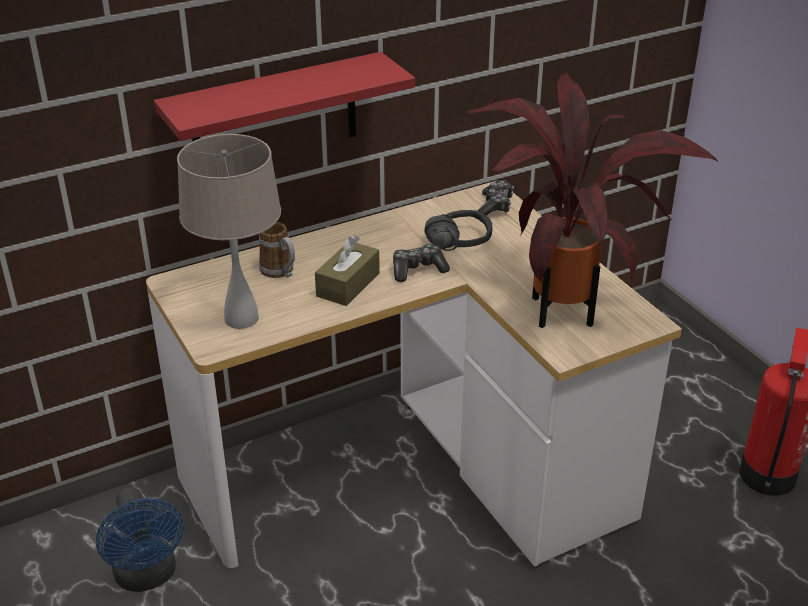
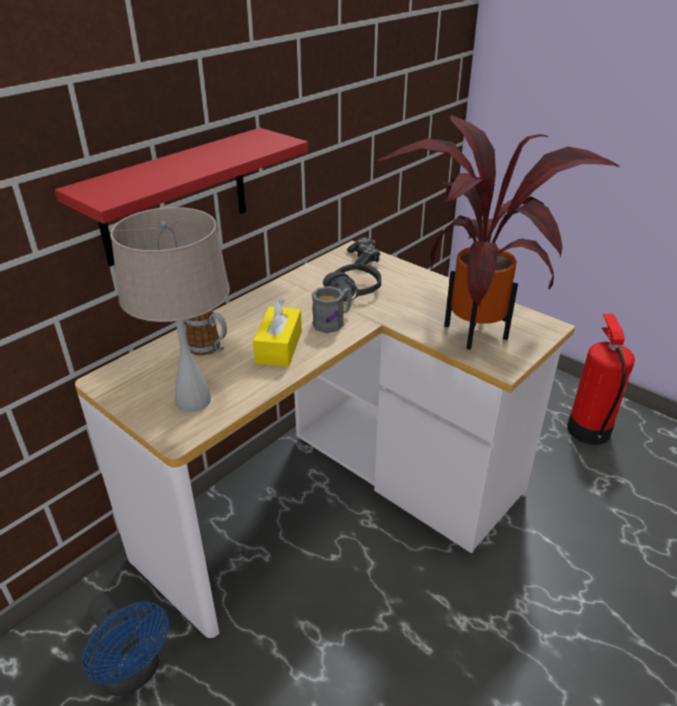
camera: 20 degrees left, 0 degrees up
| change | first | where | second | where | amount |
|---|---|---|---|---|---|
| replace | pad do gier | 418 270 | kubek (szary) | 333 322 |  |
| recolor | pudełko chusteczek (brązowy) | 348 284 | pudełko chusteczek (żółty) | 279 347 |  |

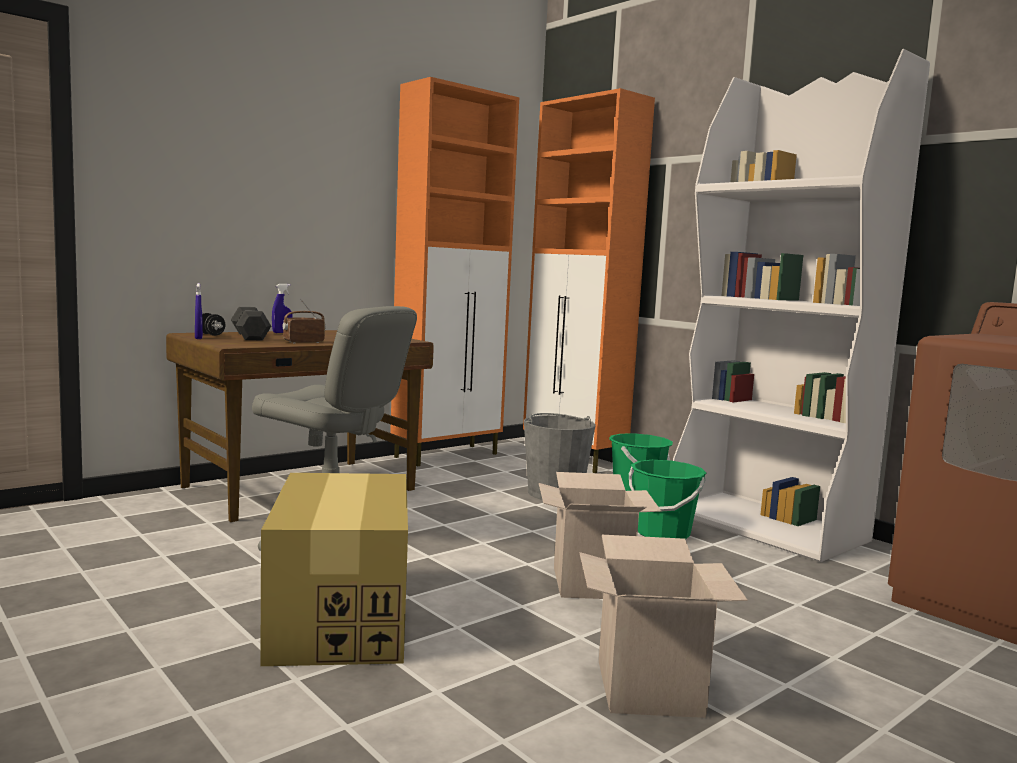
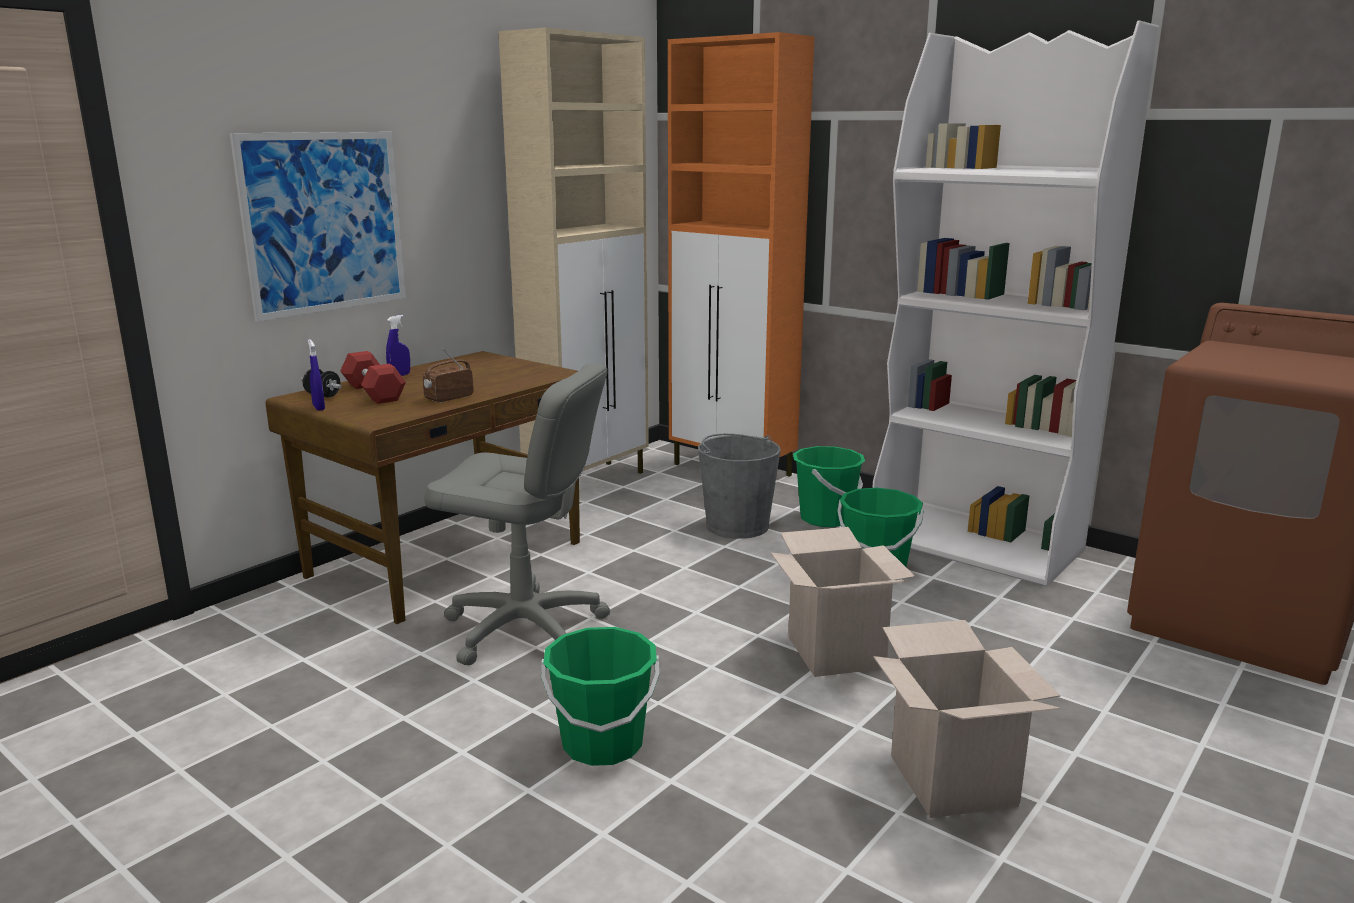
camera: 10 degrees left, 10 degrees up
| change | first | where | second | where | amount |
|---|---|---|---|---|---|
| insert |  |  | obraz | 324 223 |  |
| replace | karton | 340 618 | wiadro (zielony) | 602 744 |  |
| recolor | hantel (szary) | 250 336 | hantel (czerwony) | 374 393 |  |
| recolor | szafka (pomarańczowy) | 448 455 | szafka (beżowy) | 588 482 |  |

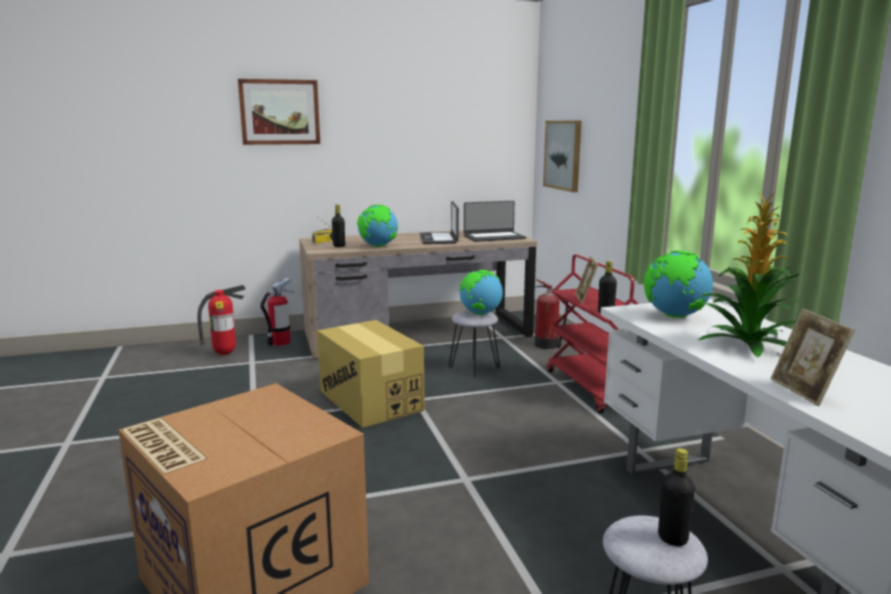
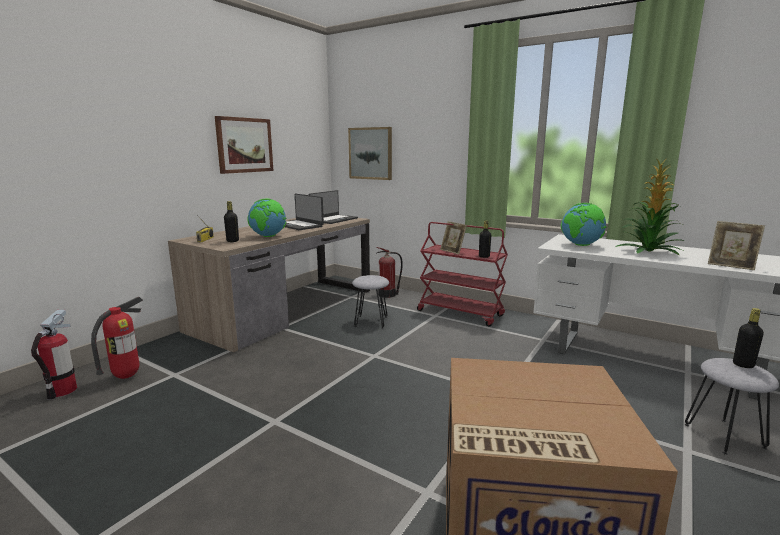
camera: 40 degrees left, 0 degrees up
| change | first | where | second | where | amount |
|---|---|---|---|---|---|
| delete | karton | 370 400 |  |  |  |
| delete | globus | 480 314 |  |  |  |
| move | obraz | 280 112 |  | 244 145 |  |
| move | gaśnica | 280 342 |  | 62 391 |  |

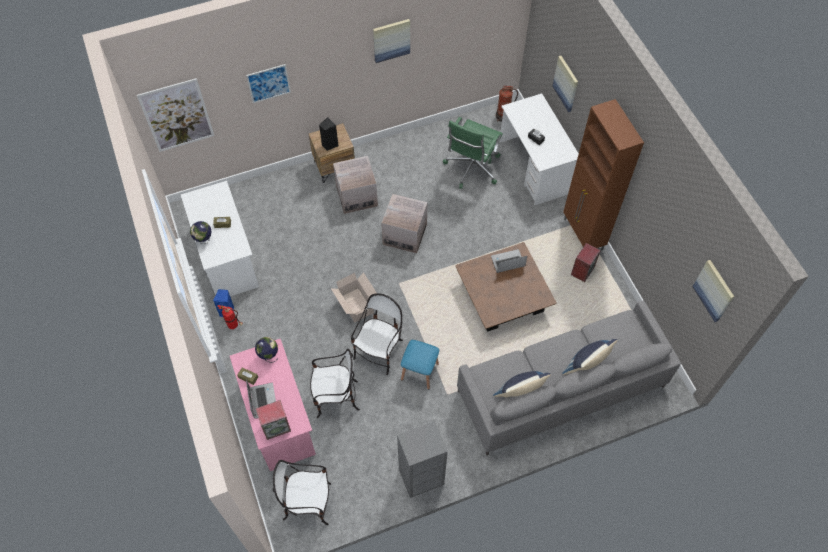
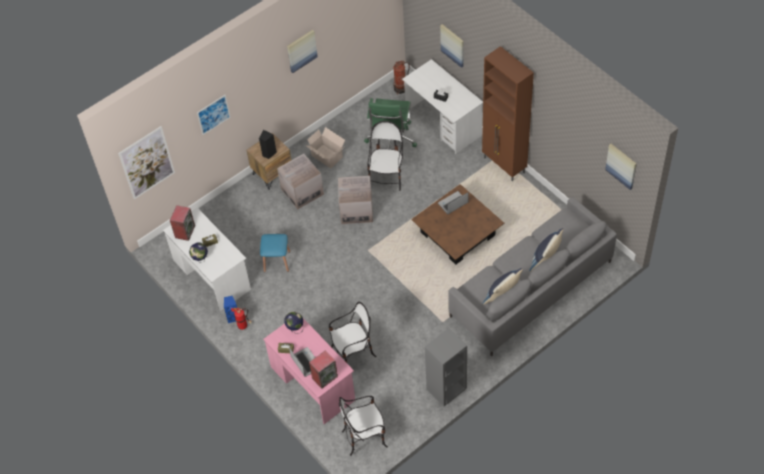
camera: 15 degrees left, 5 degrees down
| change | first | where | second | where | amount |
|---|---|---|---|---|---|
| move | karton | 356 306 |  | 327 157 |  |
| move | krzesło | 379 351 |  | 387 177 |  |
| move | stołek (niebieski) | 419 371 |  | 277 261 |  |
| move | głośnik | 582 270 |  | 185 231 |  |

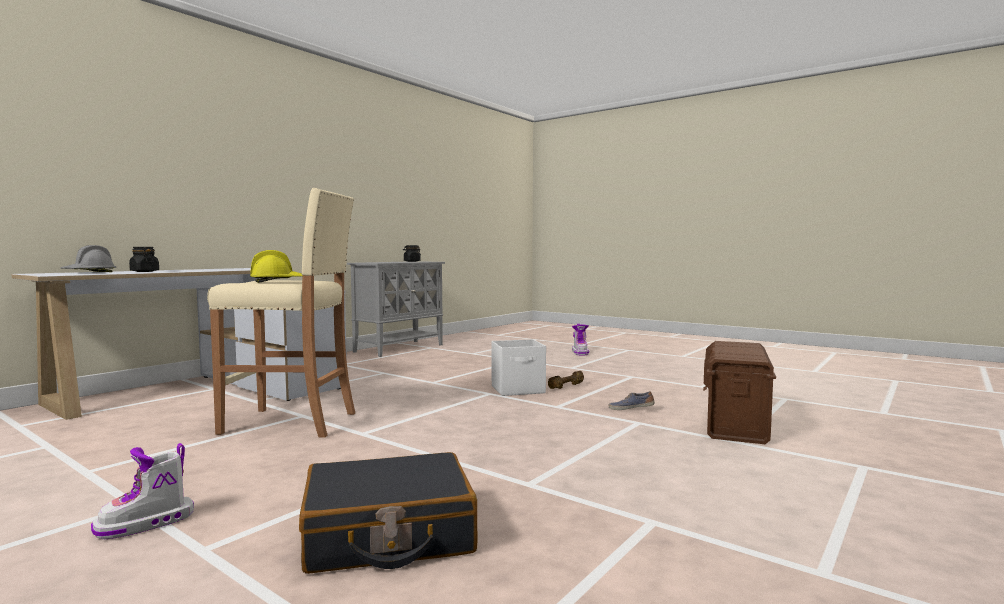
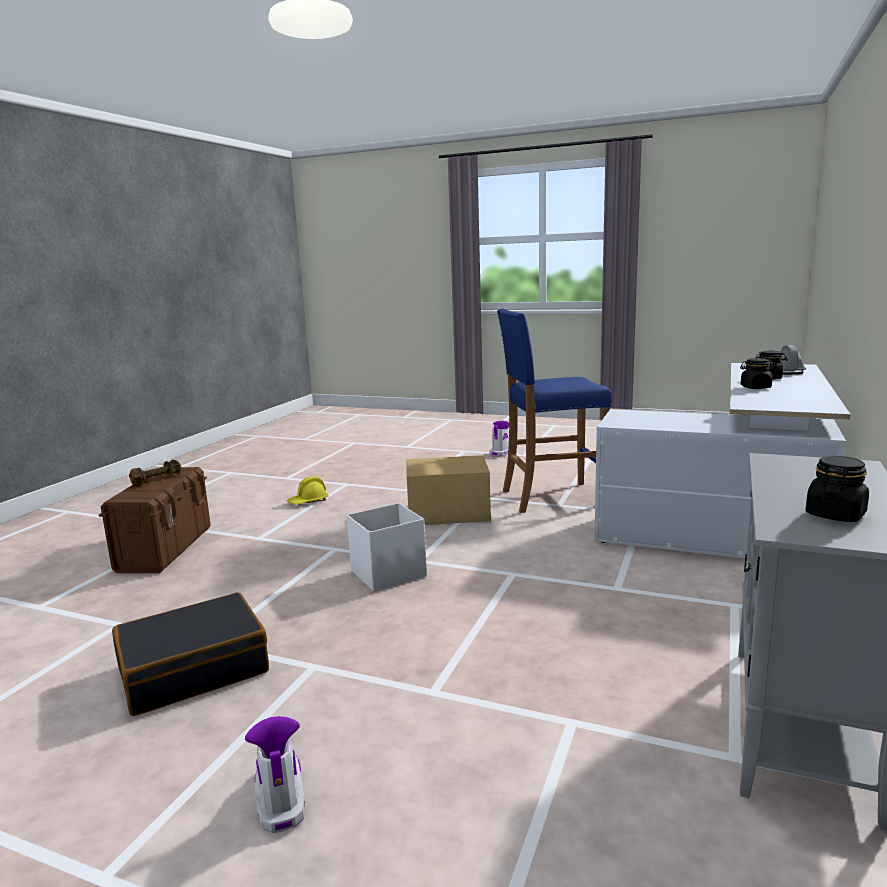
camera: 165 degrees right, 10 degrees up
| change | first | where | second | where | amount |
|---|---|---|---|---|---|
| delete | but | 631 409 |  |  |  |
| insert |  |  | karton | 447 513 |  |
| insert |  |  | słoik (czarny) | 755 387 |  |
| move | kask (żółty) | 278 281 |  | 308 502 |  |
| move | walizka (czarny) | 388 534 |  | 193 669 |  |
| move | hantel (brązowy) | 566 387 |  | 156 480 |  |
| recolor | stołek (beżowy) | 291 423 | stołek (niebieski) | 551 497 |  |

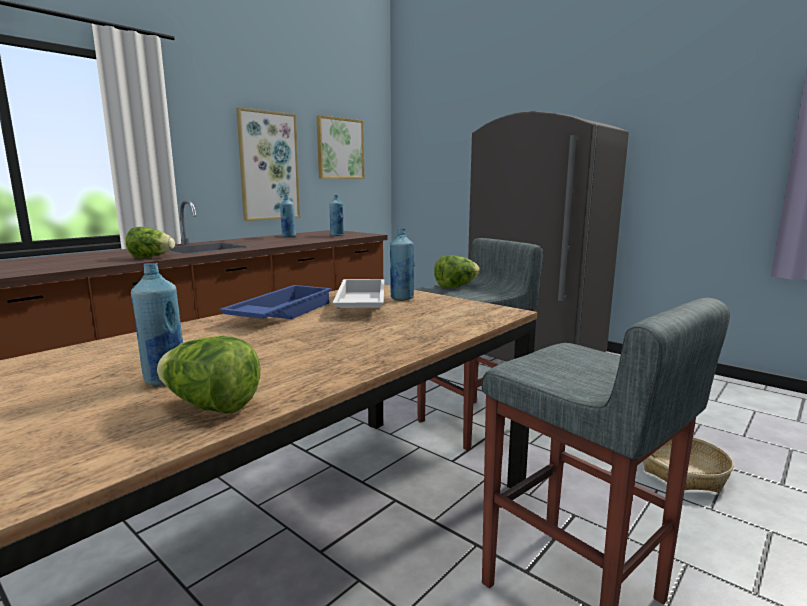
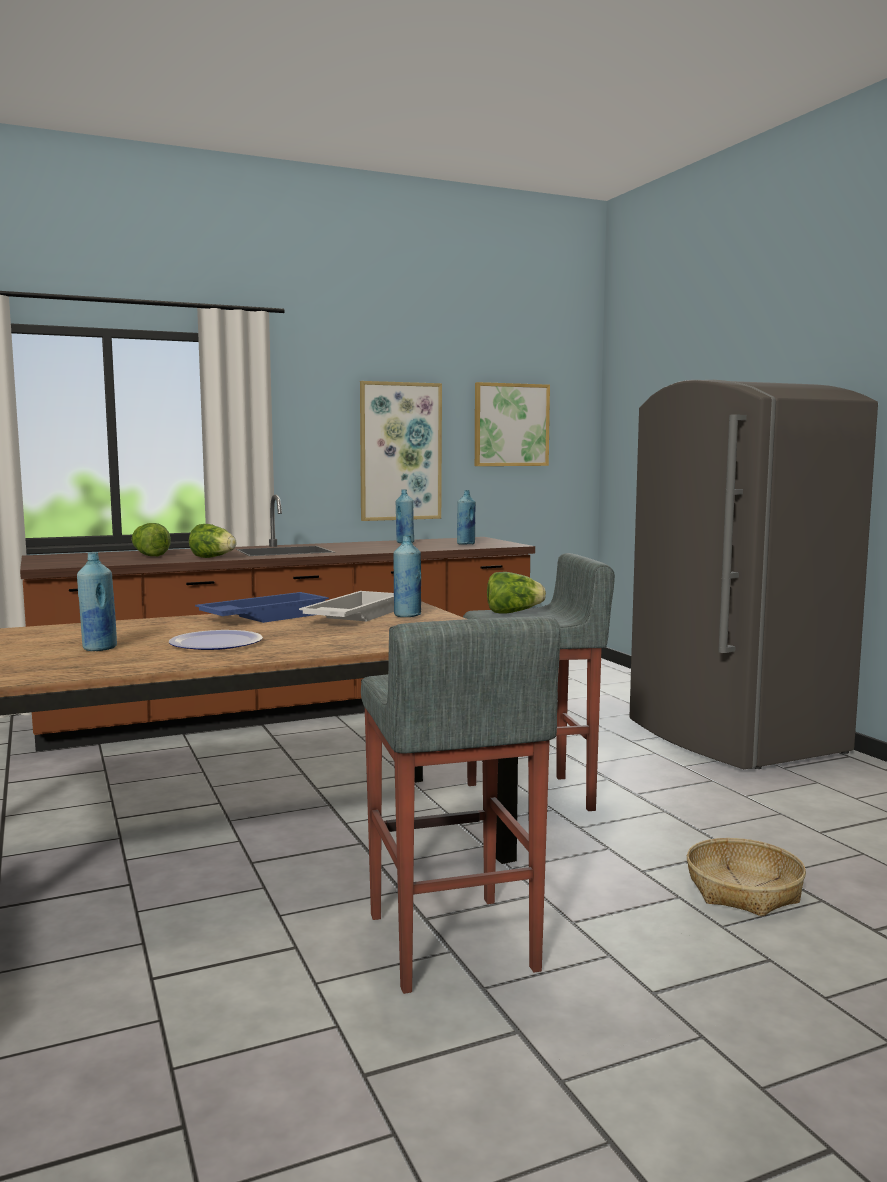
camera: 25 degrees right, 5 degrees down
| change | first | where | second | where | amount |
|---|---|---|---|---|---|
| insert |  |  | talerz | 216 643 |  |
| move | sałata | 211 406 |  | 149 555 |  |

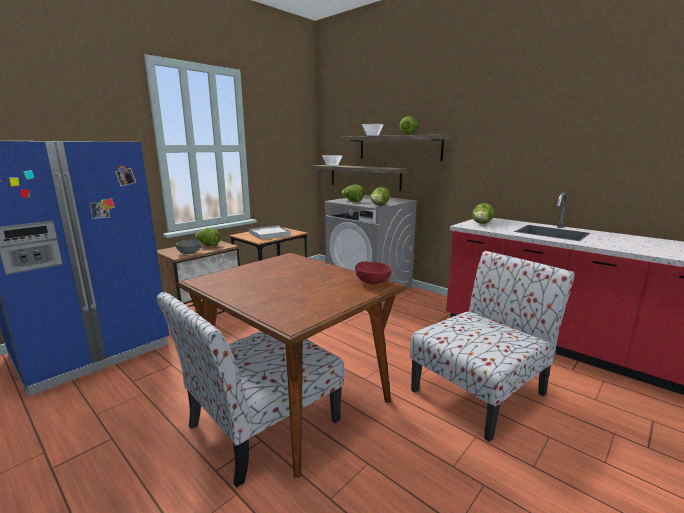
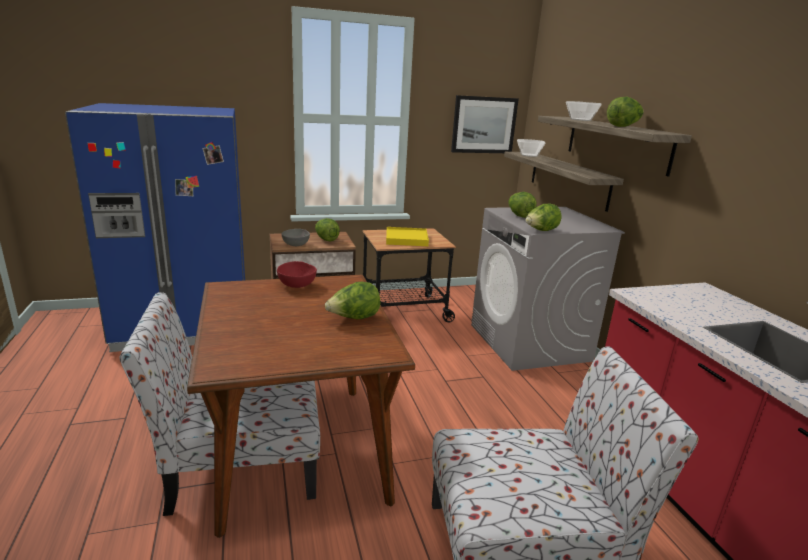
camera: 30 degrees right, 5 degrees up
| change | first | where | second | where | amount |
|---|---|---|---|---|---|
| insert |  |  | obraz | 484 125 |  |
| move | miska (czerwony) | 372 282 |  | 297 285 |  |
| move | sałata | 481 224 |  | 354 318 |  |
| recolor | taca (biały) | 270 234 | taca (żółty) | 406 239 |  |

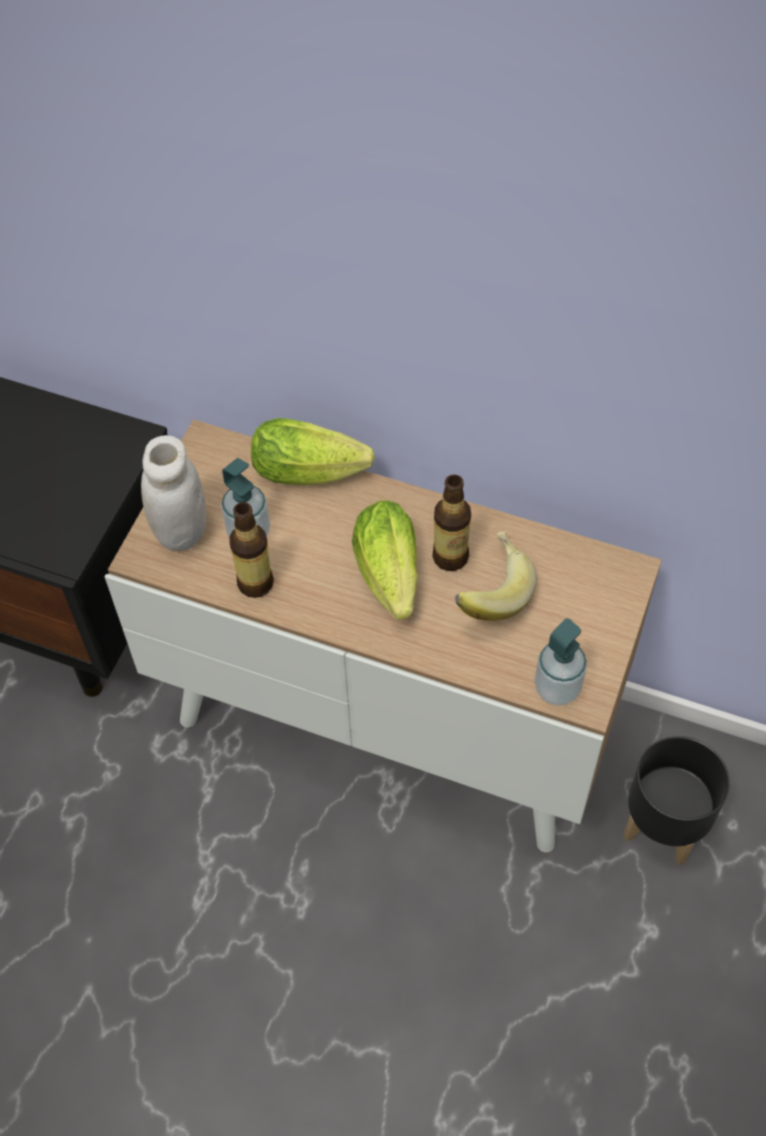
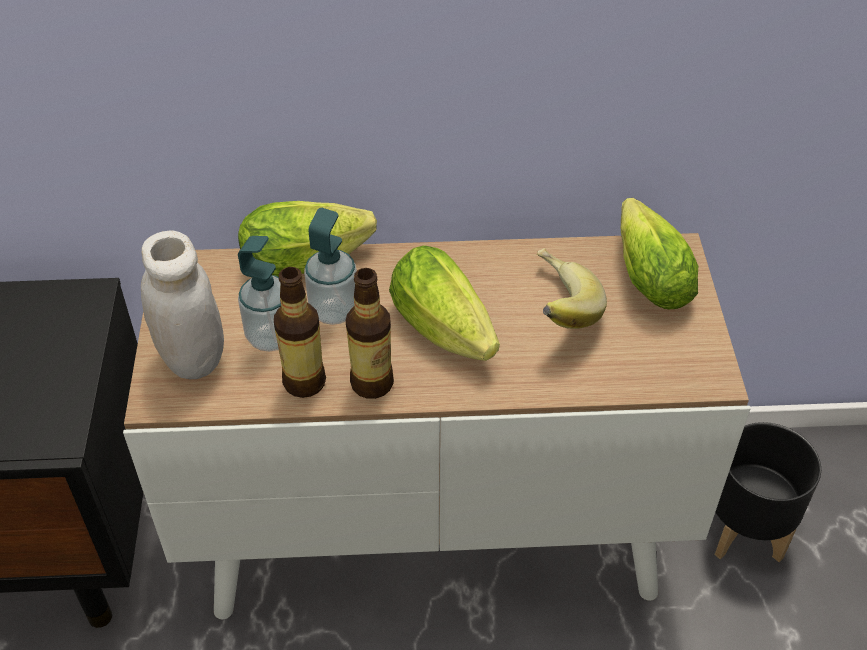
camera: 25 degrees left, 10 degrees down
| change | first | where | second | where | amount |
|---|---|---|---|---|---|
| insert |  |  | sałata | 647 272 |  |
| move | butelka | 450 557 |  | 372 383 |  |
| move | dozownik mydła | 557 688 |  | 334 310 |  |

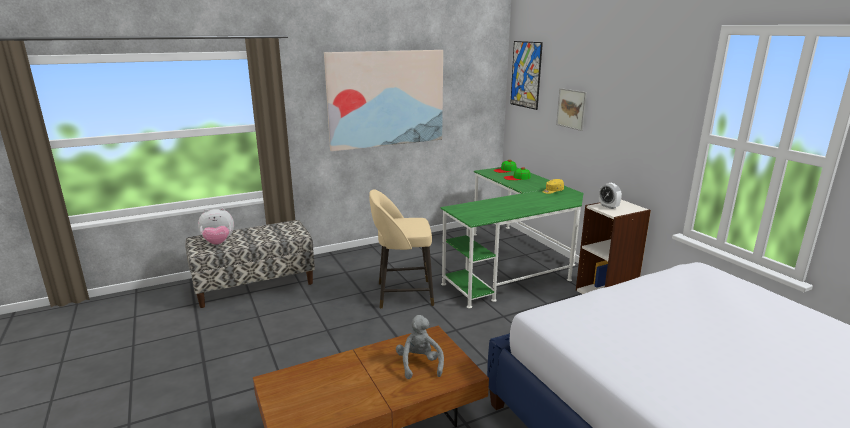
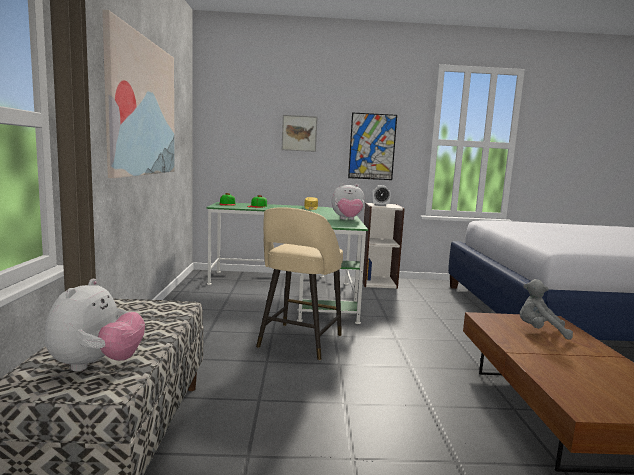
camera: 65 degrees left, 10 degrees down
| change | first | where | second | where | amount |
|---|---|---|---|---|---|
| insert |  |  | pluszak | 347 219 |  |
| move | obraz | 526 74 |  | 372 146 |  |

